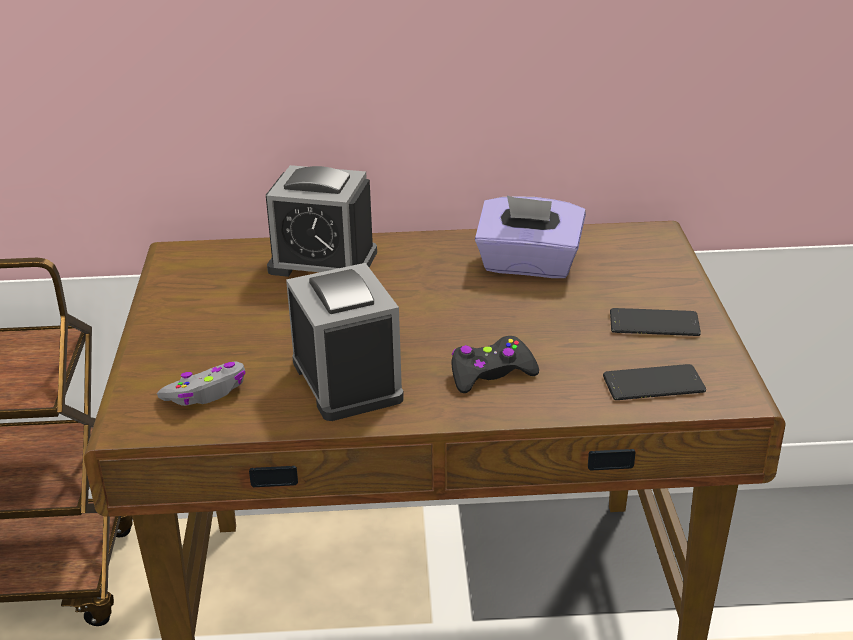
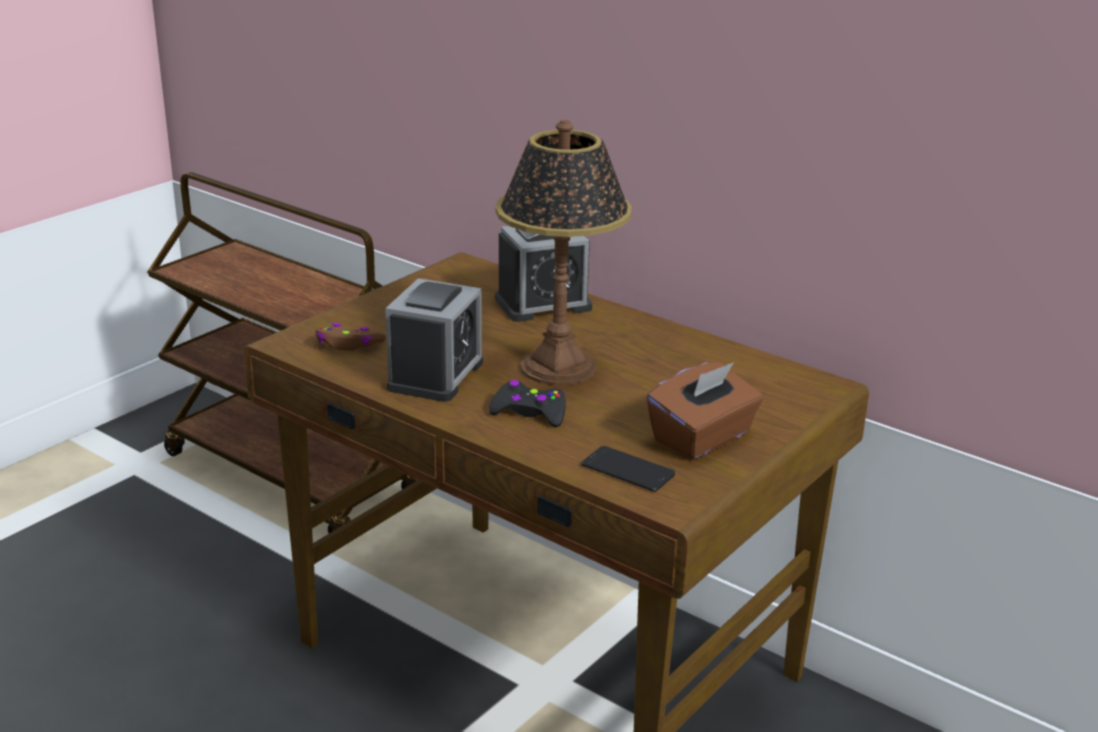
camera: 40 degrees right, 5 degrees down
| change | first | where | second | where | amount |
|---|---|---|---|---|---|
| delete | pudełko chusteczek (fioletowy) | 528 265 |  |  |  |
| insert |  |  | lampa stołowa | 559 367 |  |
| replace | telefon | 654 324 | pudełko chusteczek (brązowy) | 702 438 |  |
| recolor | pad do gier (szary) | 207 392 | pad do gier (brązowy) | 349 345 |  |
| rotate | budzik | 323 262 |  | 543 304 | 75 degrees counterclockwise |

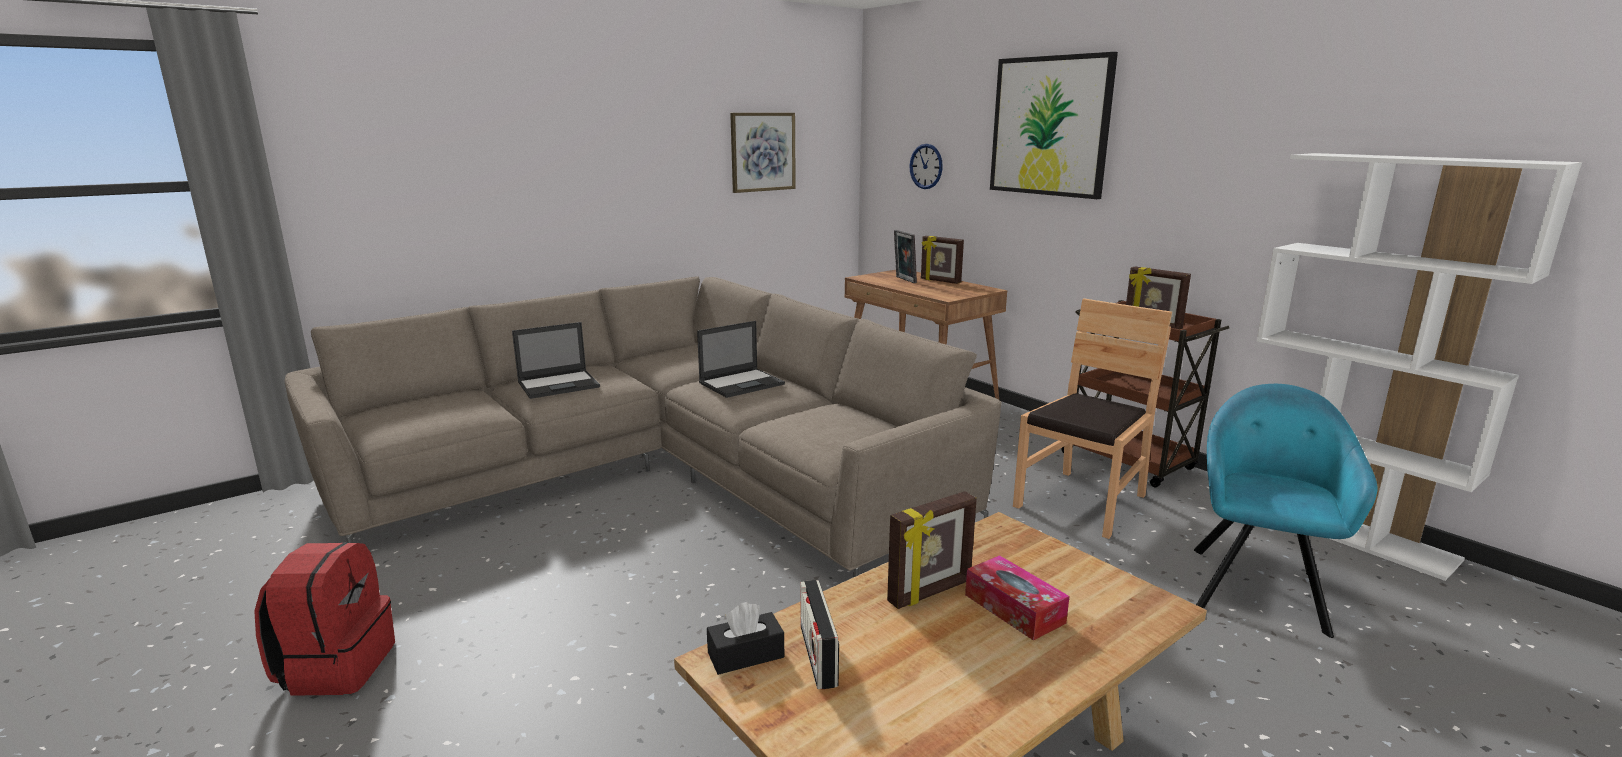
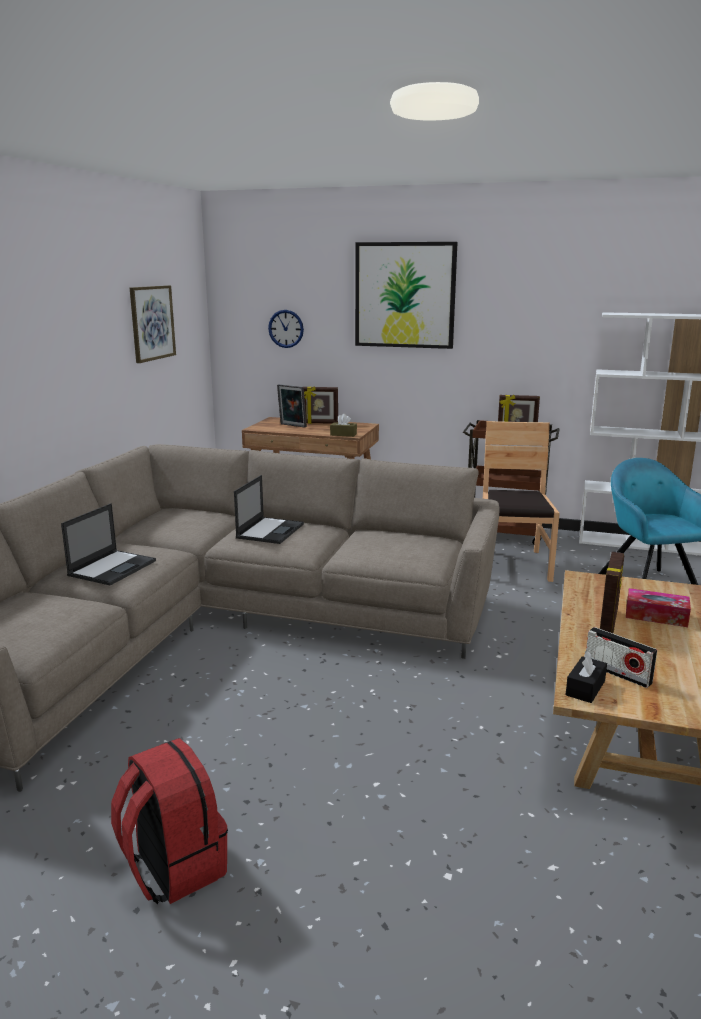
camera: 35 degrees left, 0 degrees up
| change | first | where | second | where | amount |
|---|---|---|---|---|---|
| insert |  |  | pudełko chusteczek (brązowy) | 343 434 |  |

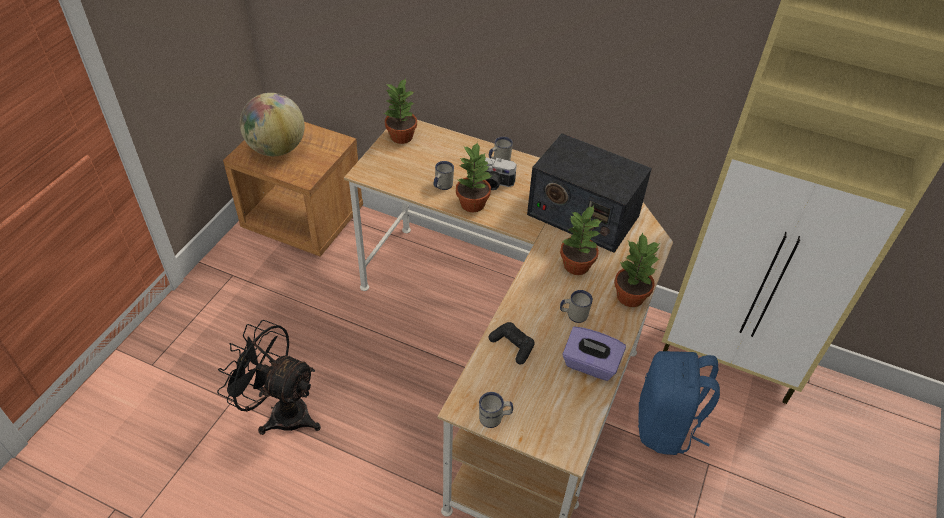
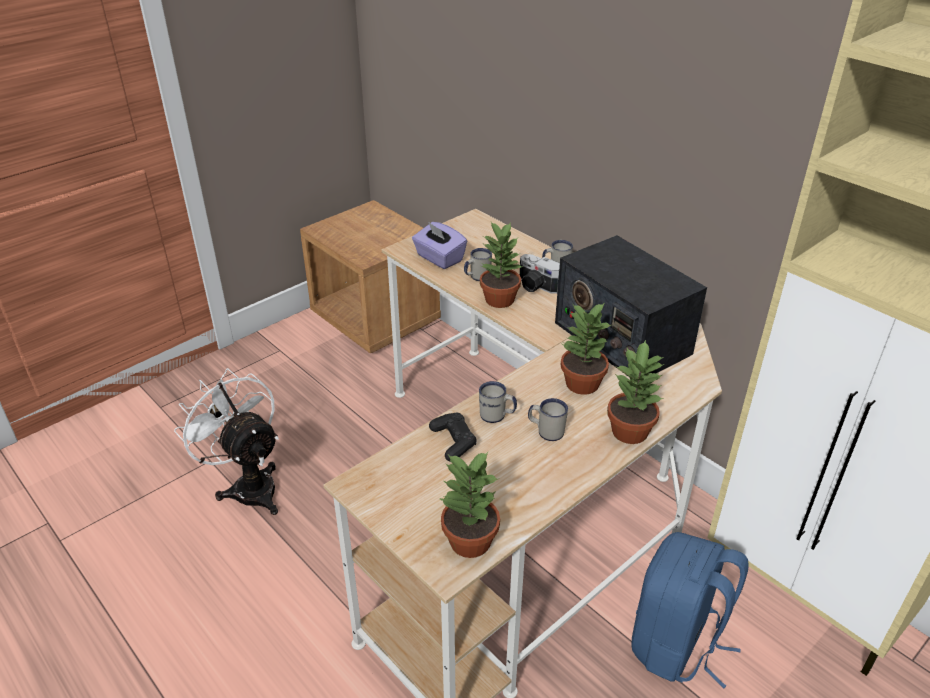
camera: 25 degrees right, 10 degrees down
| change | first | where | second | where | amount |
|---|---|---|---|---|---|
| delete | globus | 277 149 |  |  |  |
| move | roślina doniczkowa | 400 137 |  | 469 541 |  |
| move | kubek (biały) | 495 418 |  | 497 416 |  |
| move | pudełko chusteczek (fioletowy) | 590 364 |  | 439 258 |  |
| recolor | wentylator (czarny) | 281 412 | wentylator (biały) | 249 485 |  |

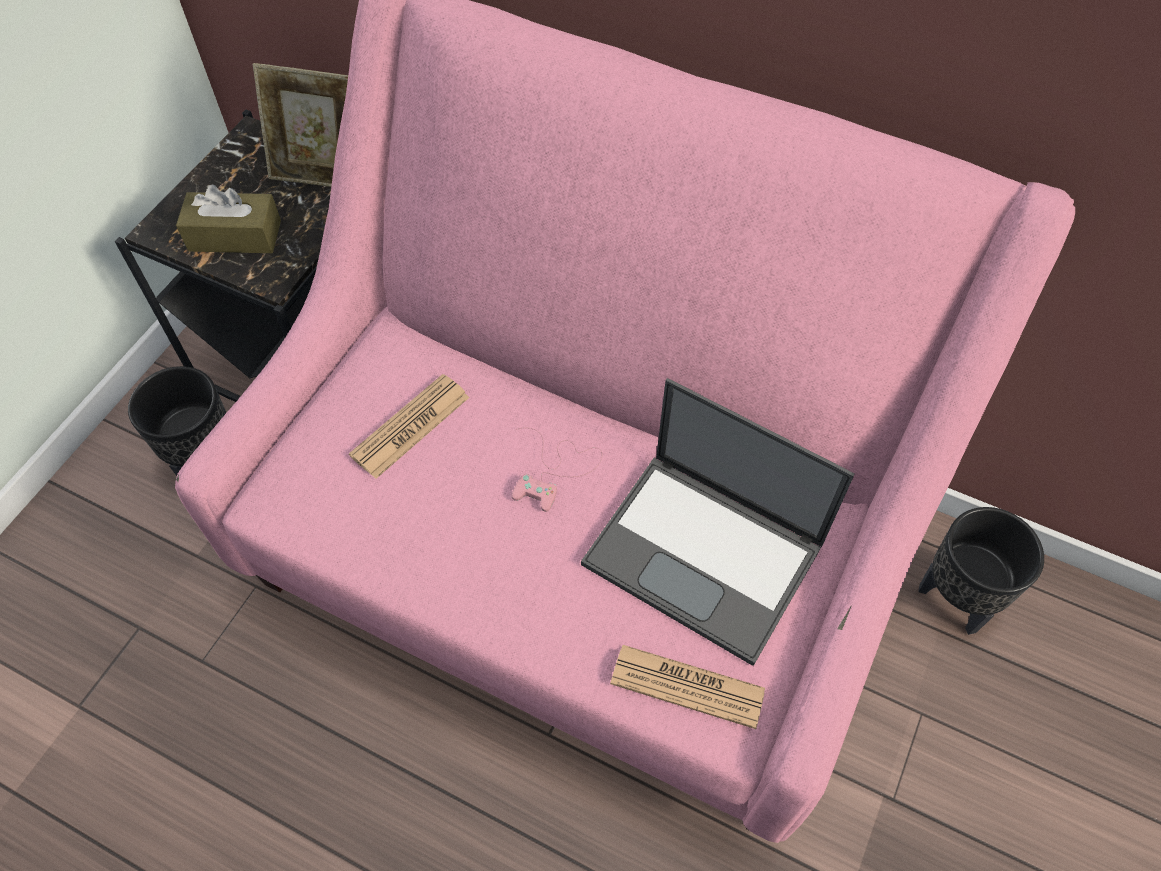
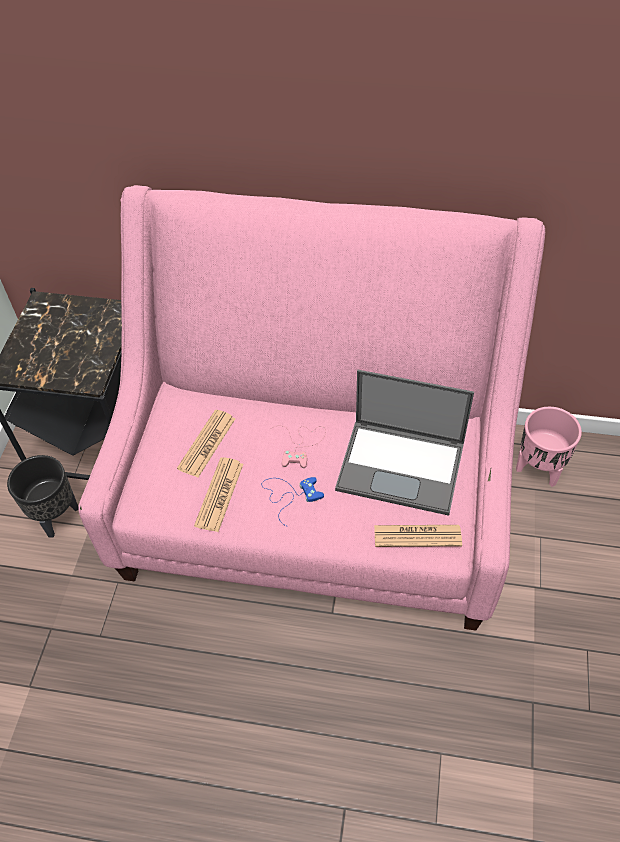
camera: 15 degrees left, 5 degrees down
| change | first | where | second | where | amount |
|---|---|---|---|---|---|
| delete | pudełko chusteczek (brązowy) | 235 236 |  |  |  |
| delete | ramka na zdjęcie | 322 172 |  |  |  |
| insert |  |  | gazeta | 219 494 |  |
| insert |  |  | pad do gier (niebieski) | 290 495 |  |
| recolor | donica (czarny) | 957 598 | donica (różowy) | 539 469 |  |

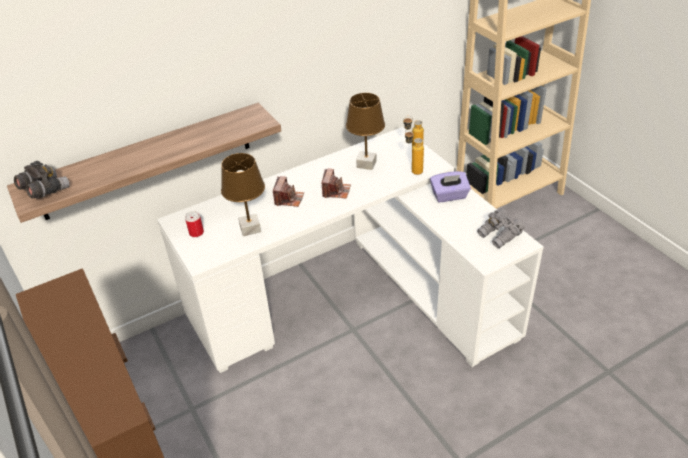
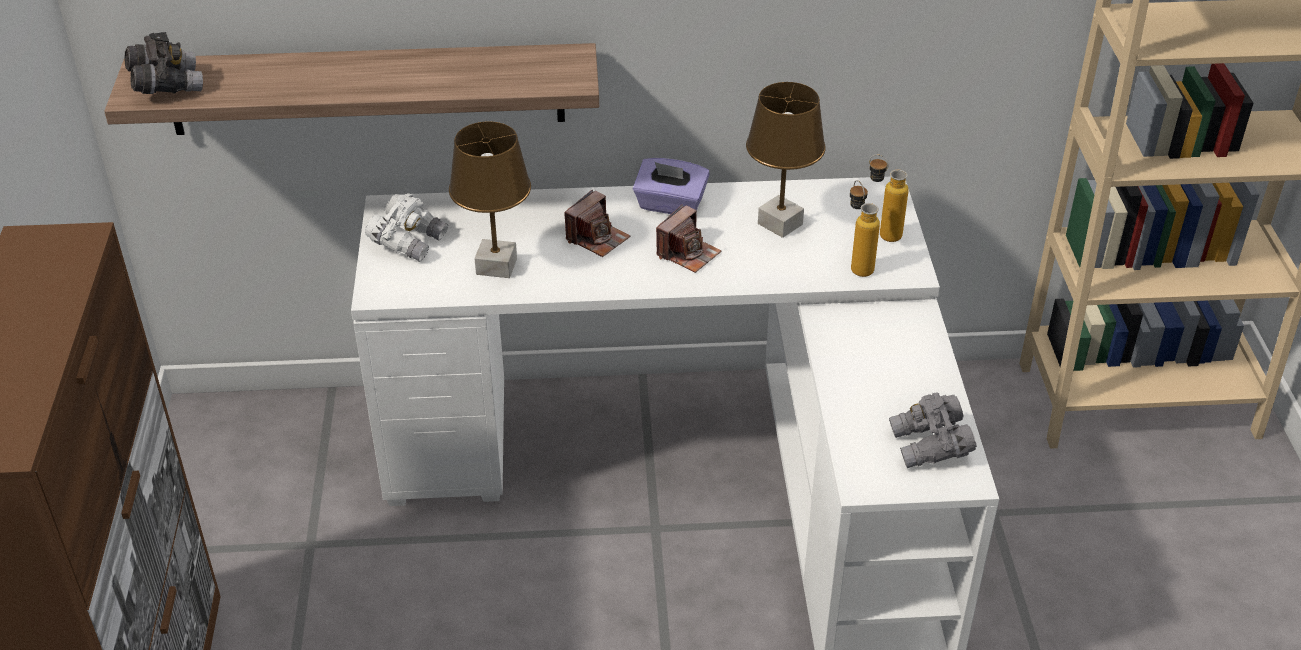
camera: 25 degrees right, 0 degrees up
| change | first | where | second | where | amount |
|---|---|---|---|---|---|
| move | pudełko chusteczek (fioletowy) | 449 196 |  | 670 205 |  |
| replace | puszka | 196 233 | lornetka (biały) | 408 241 |  |

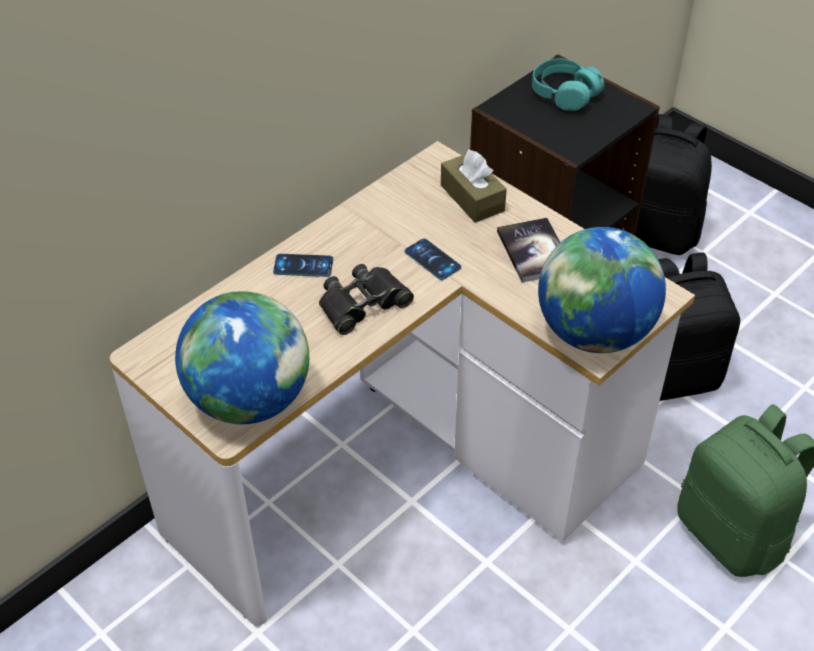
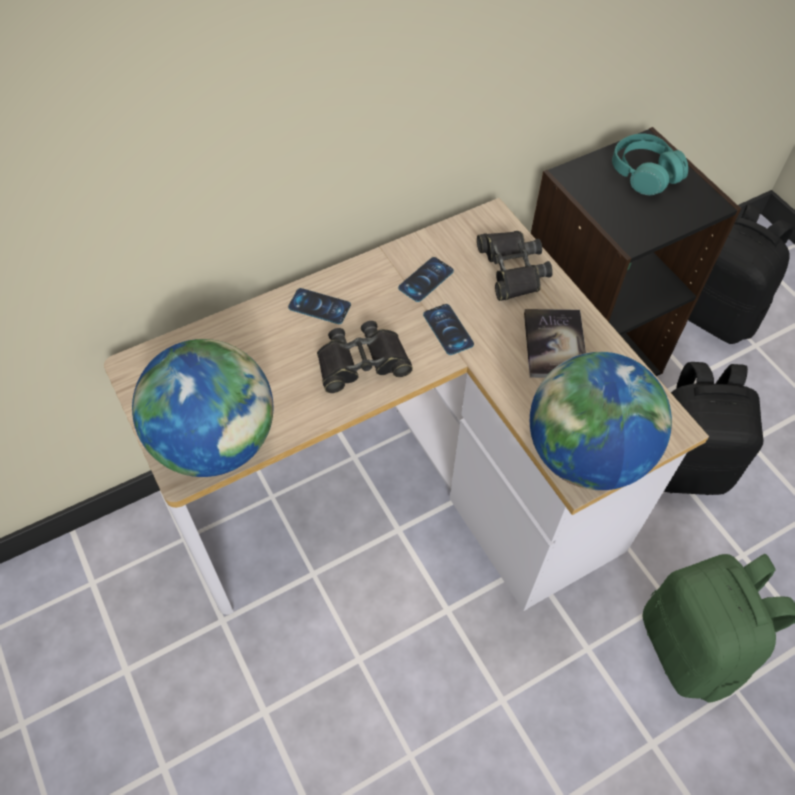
camera: 15 degrees right, 10 degrees up
| change | first | where | second | where | amount |
|---|---|---|---|---|---|
| insert |  |  | telefon | 426 280 |  |
| replace | pudełko chusteczek (brązowy) | 472 198 | lornetka (czarny) | 511 269 |  |

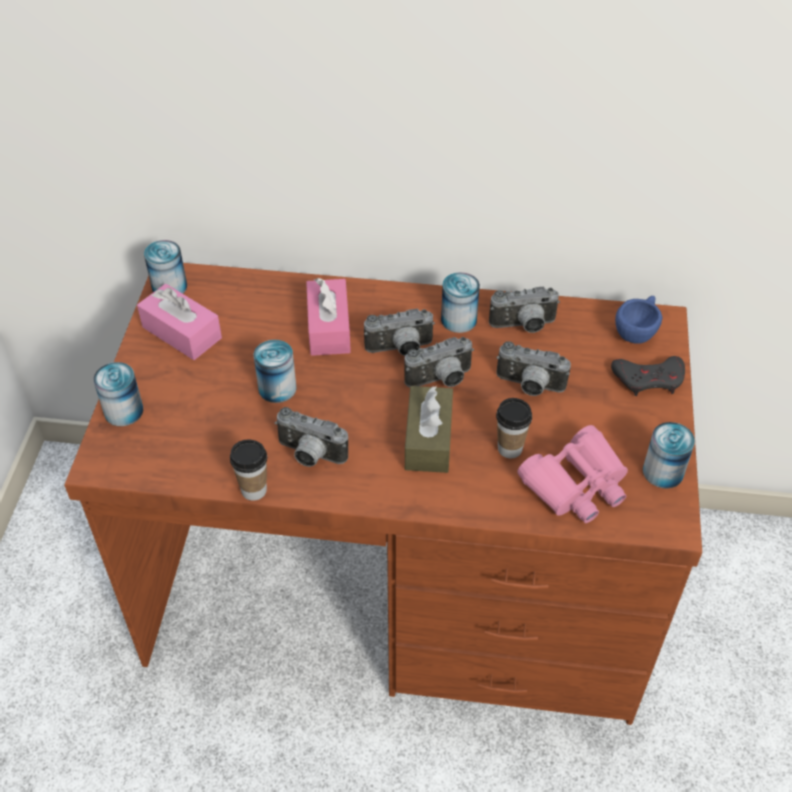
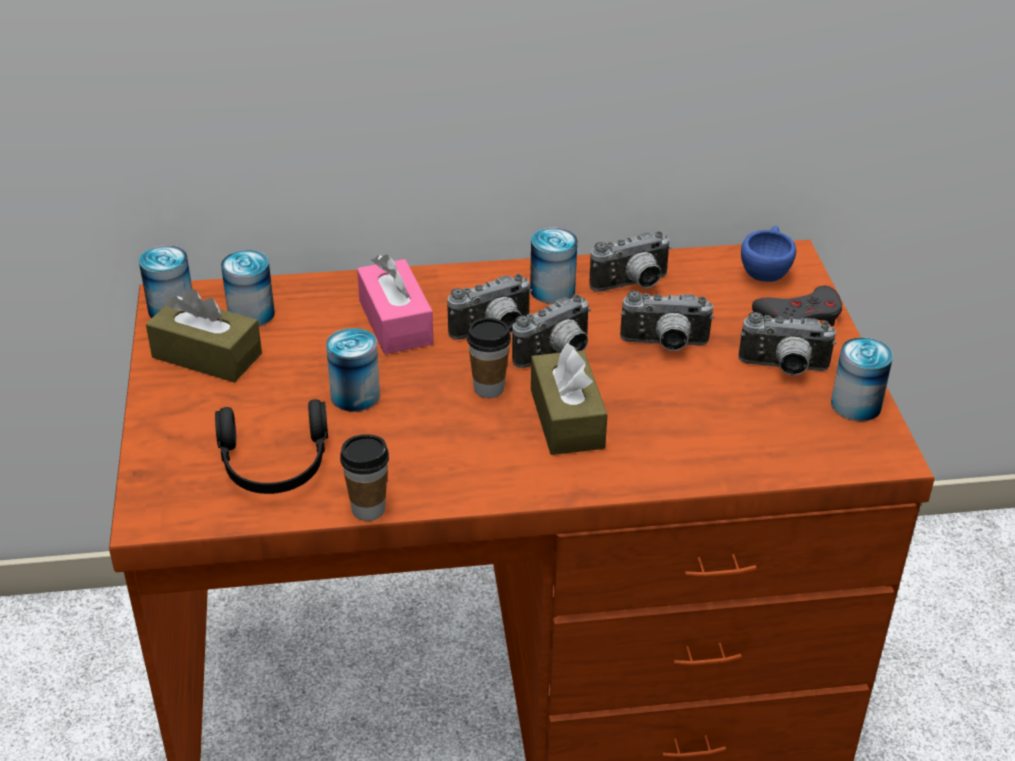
camera: 15 degrees left, 10 degrees down
| change | first | where | second | where | amount |
|---|---|---|---|---|---|
| delete | lornetka (różowy) | 576 485 |  |  |  |
| insert |  |  | słuchawki (czarny) | 275 464 |  |
| move | puszka | 123 411 |  | 251 314 |  |
| move | aparat fotograficzny | 309 455 |  | 783 369 |  |
| move | filiżanka | 510 449 |  | 489 388 |  |
| recolor | pudełko chusteczek (różowy) | 182 332 | pudełko chusteczek (brązowy) | 207 355 |  |

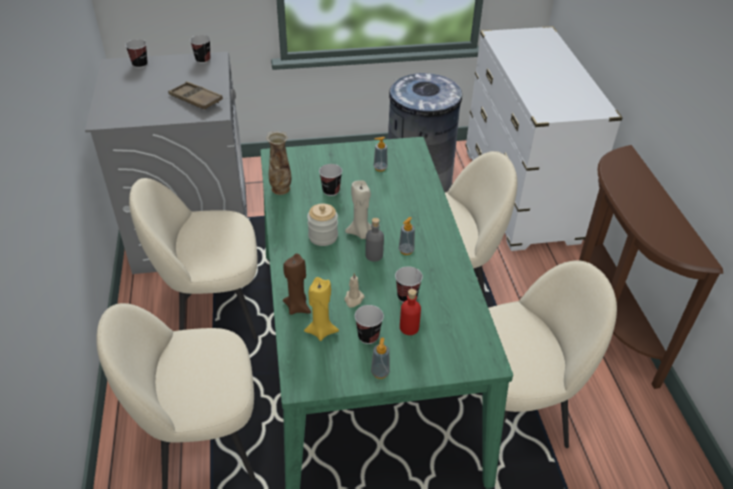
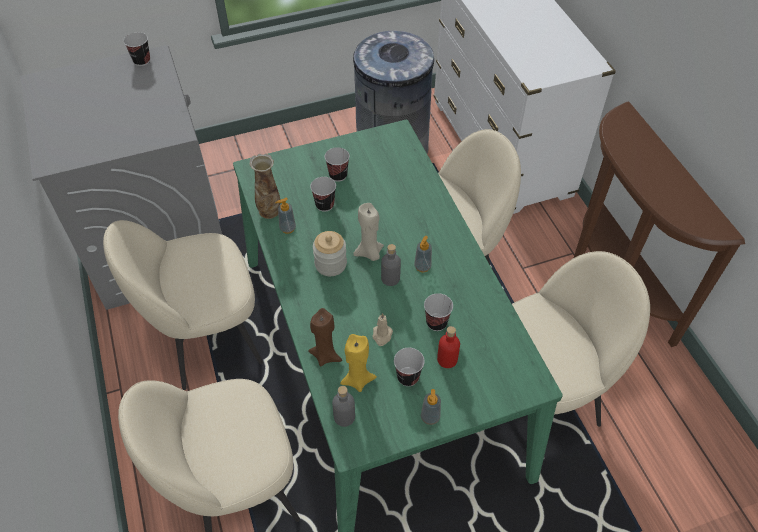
camera: 10 degrees left, 10 degrees up
| change | first | where | second | where | amount |
|---|---|---|---|---|---|
| delete | taca (brązowy) | 196 99 |  |  |  |
| insert |  |  | butelka (szary) | 344 417 |  |
| move | filiżanka | 140 64 |  | 338 175 |  |
| move | dozownik mydła | 380 168 |  | 287 228 |  |

